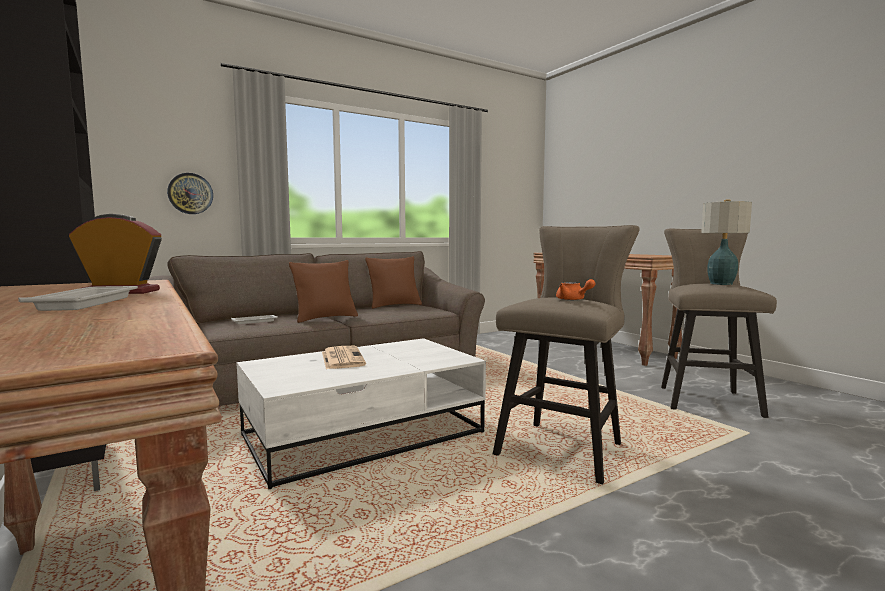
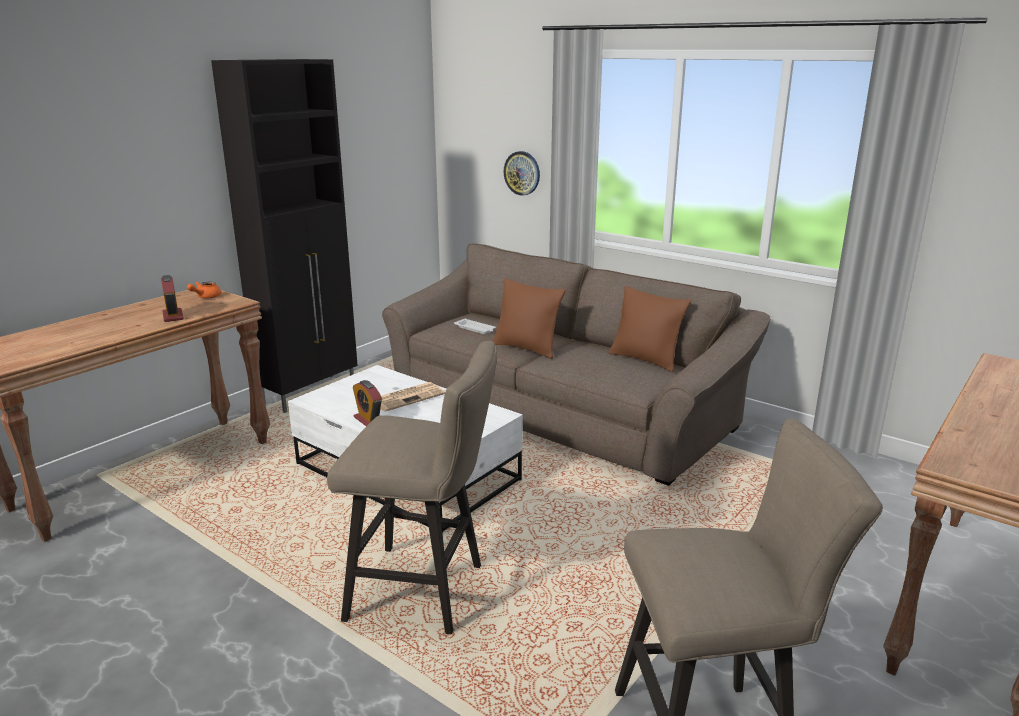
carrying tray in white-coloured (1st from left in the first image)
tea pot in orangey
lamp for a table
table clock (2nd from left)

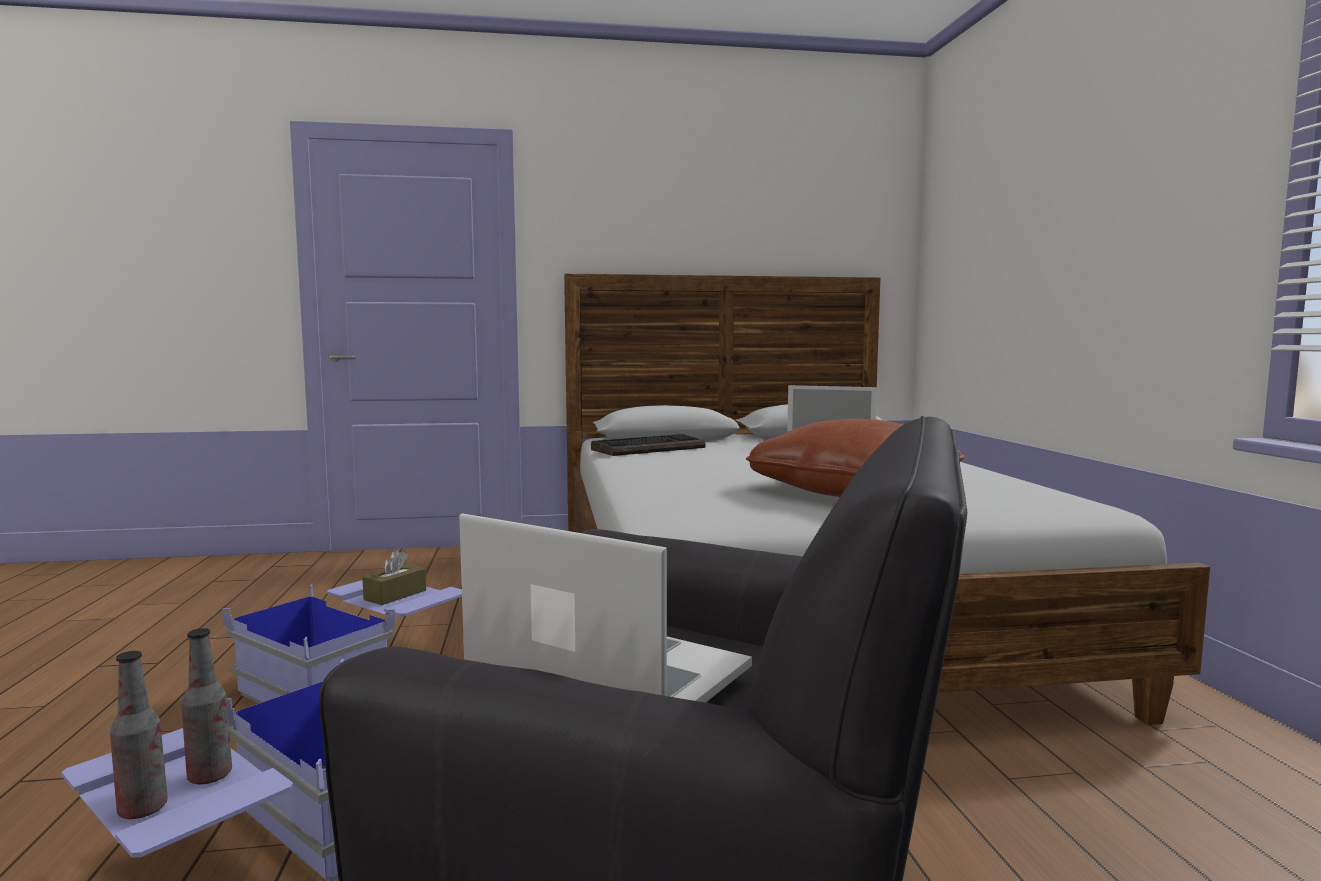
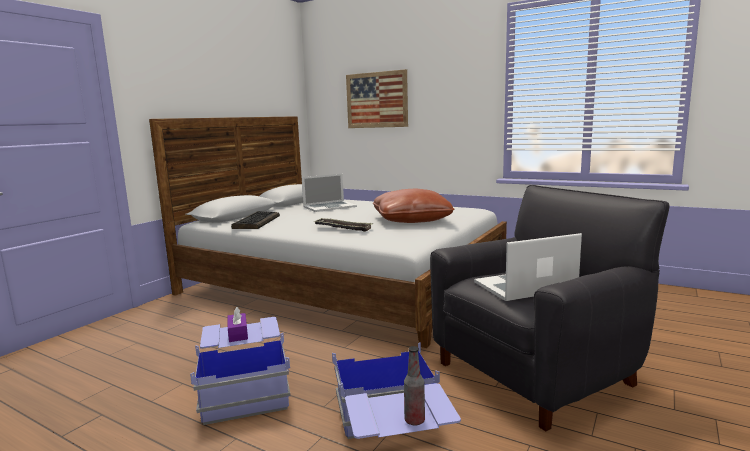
drink bottle (2nd from left in the first image)
box of tissues in purplish
carrying tray
wall picture

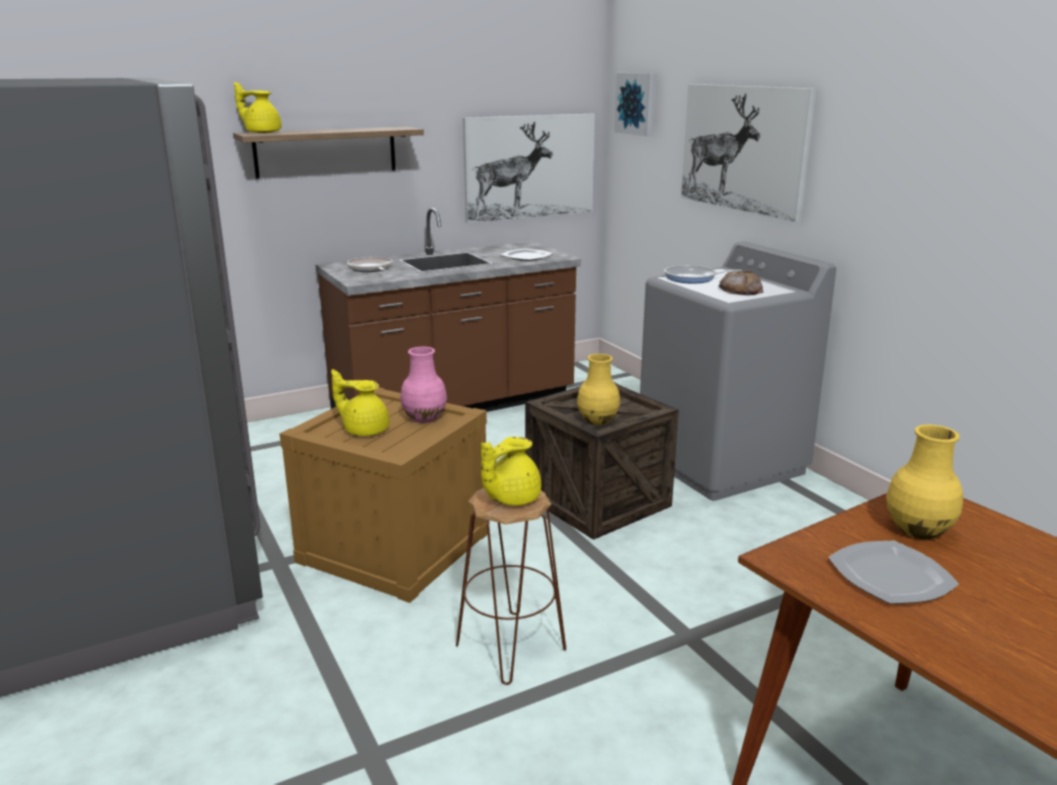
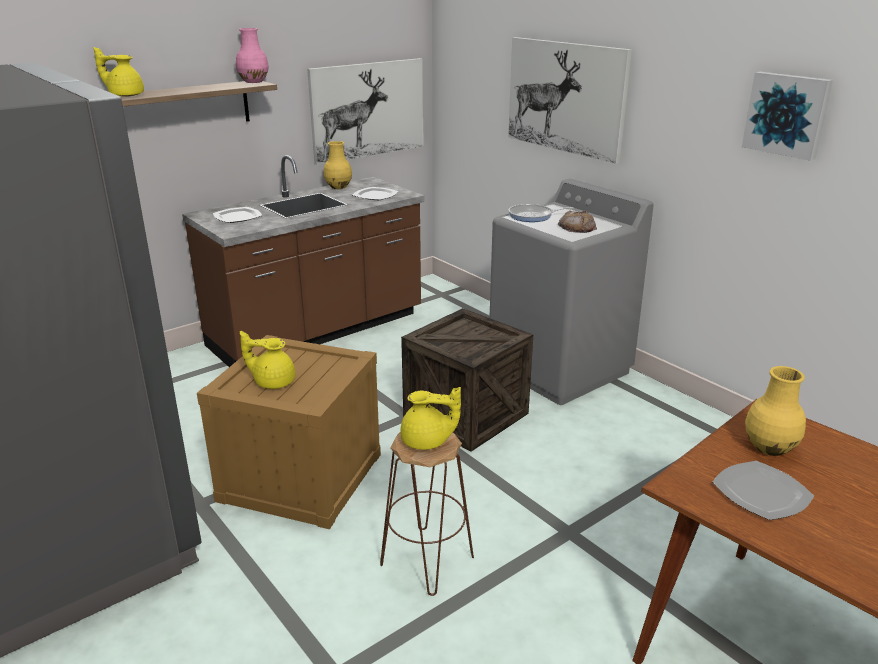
dinner plate (1st from left)
decorative vase in pink
tea pot in yellow-coloured (3rd from left)
decorative vase in yellow-coloured (1st from left)
wall picture (3rd from left)

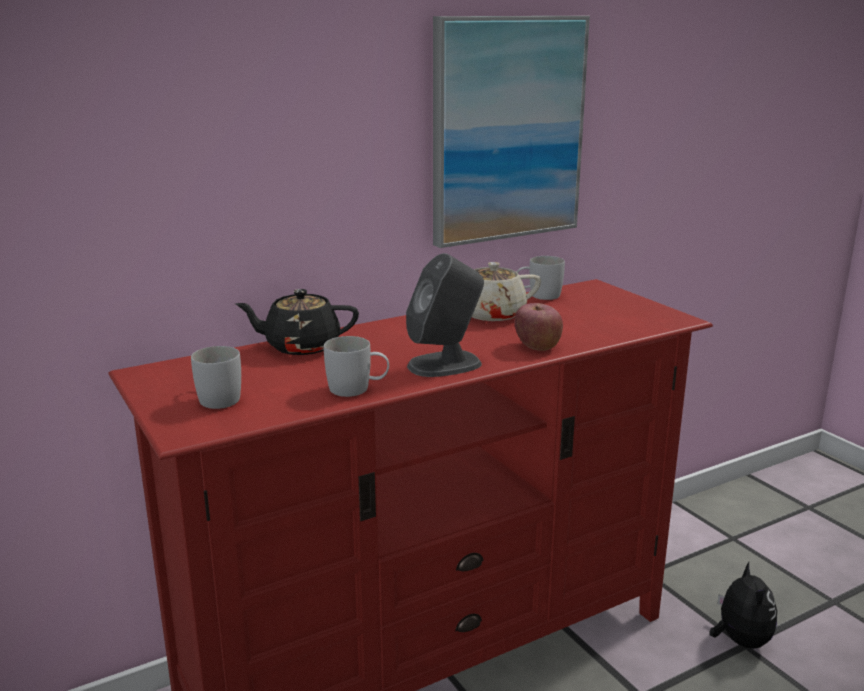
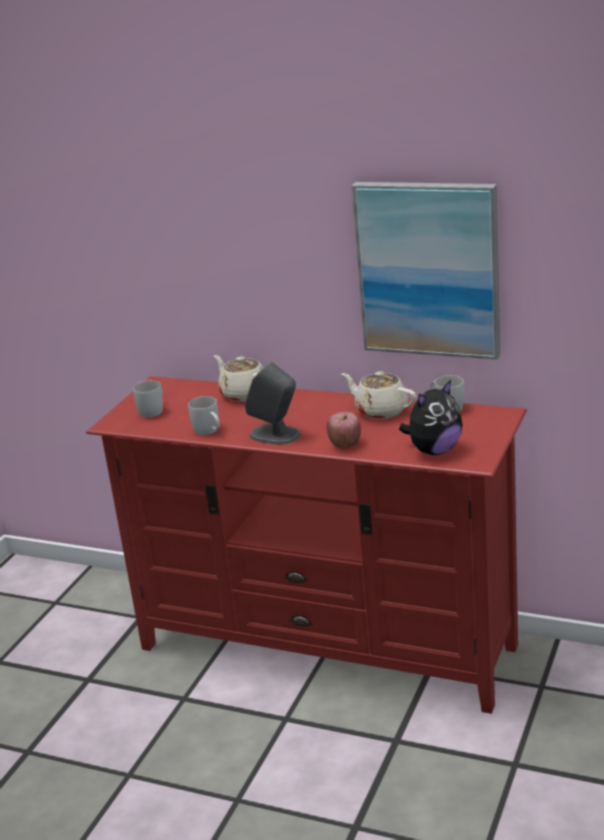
tea pot in beige (1st from left)
cuddly toy

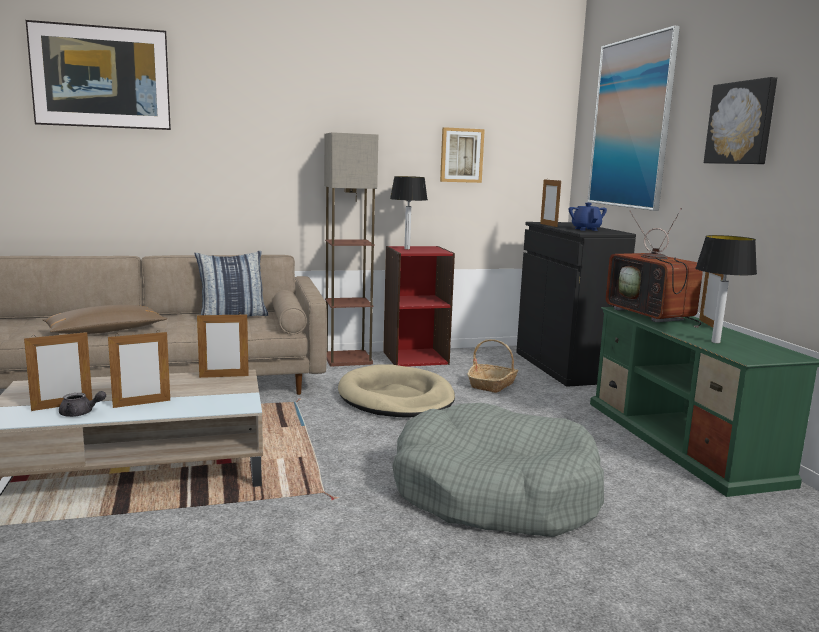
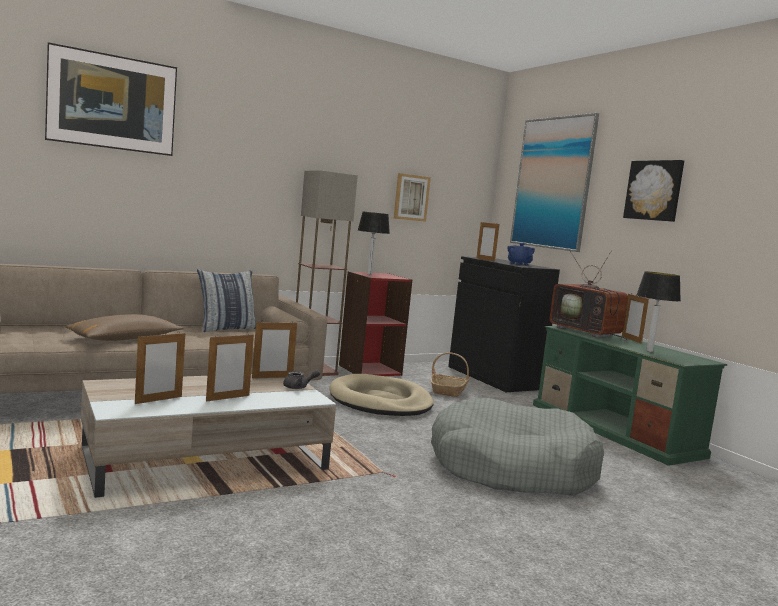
tea pot in gray

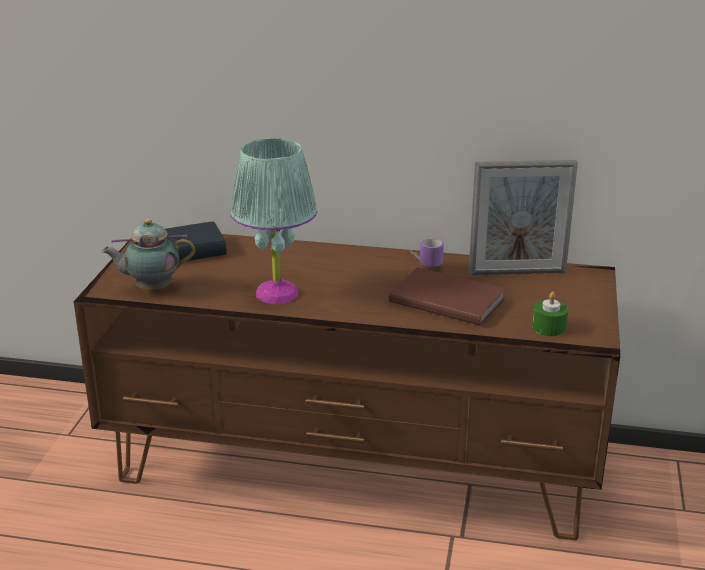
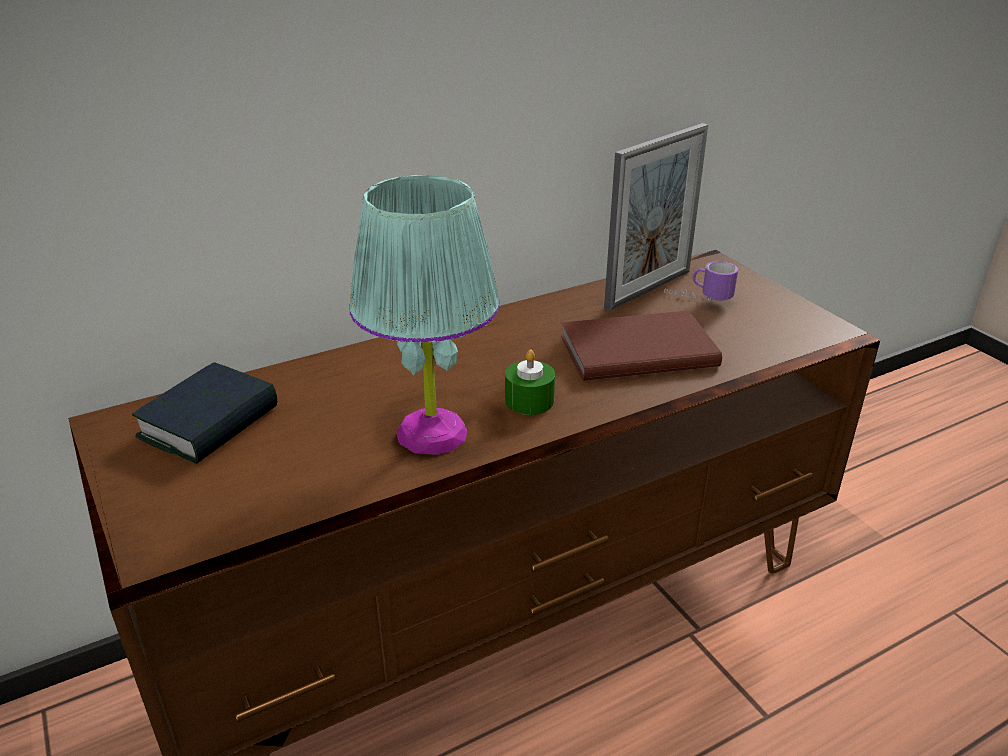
tea pot
tea mug
candle in green

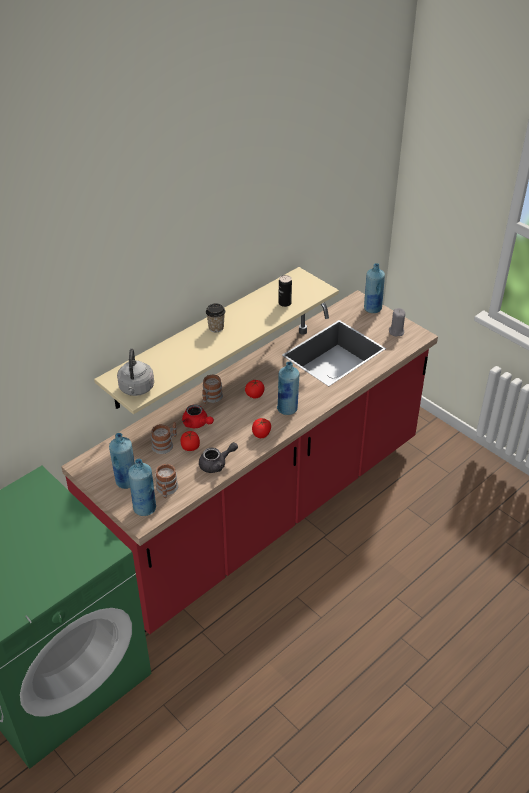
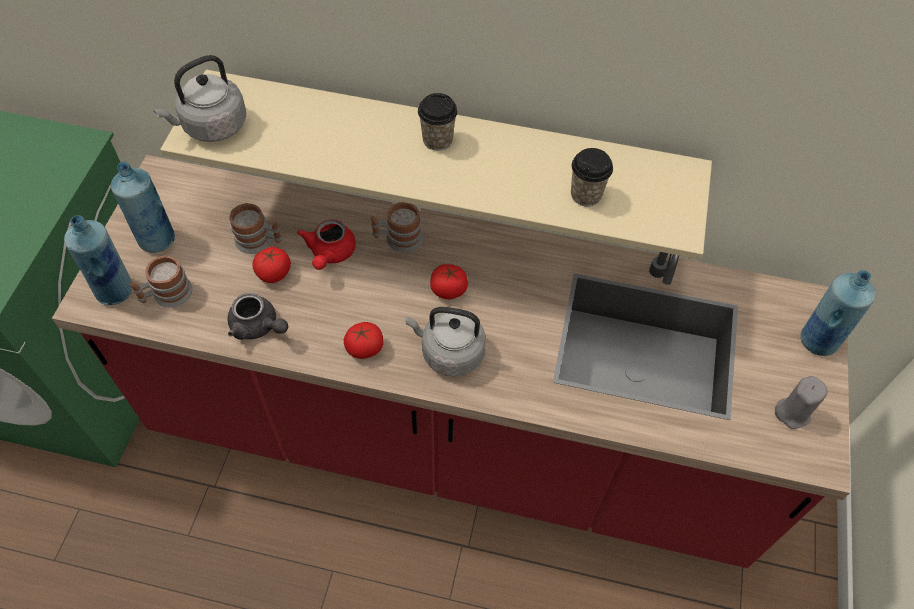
water kettle in gray (2nd from left)
drinking cup (2nd from left)

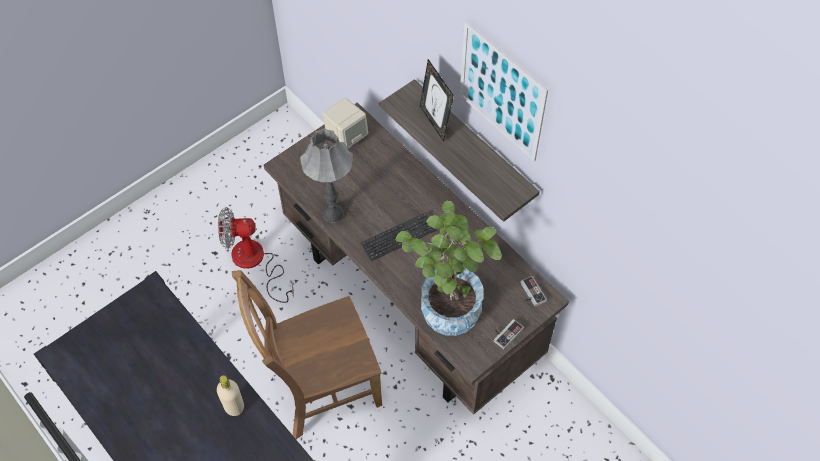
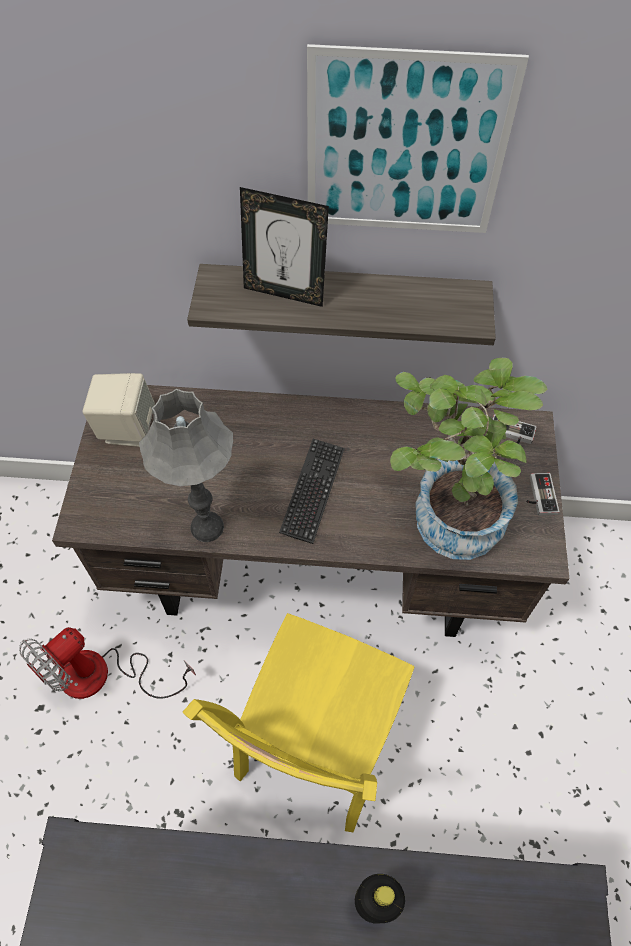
drink bottle in blackish
chair in yellow-coloured

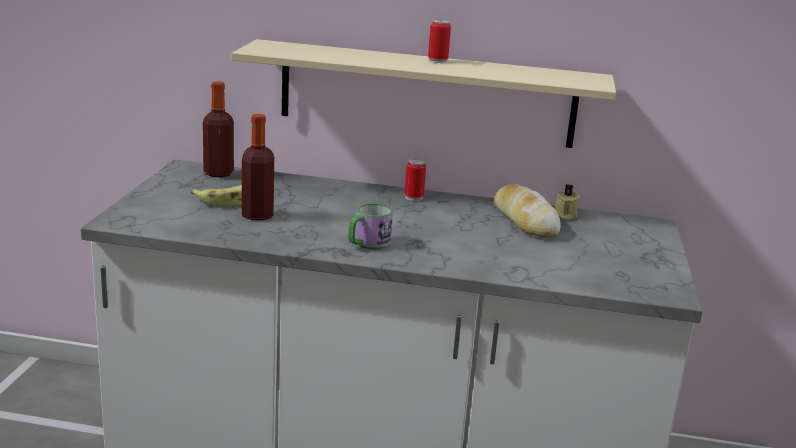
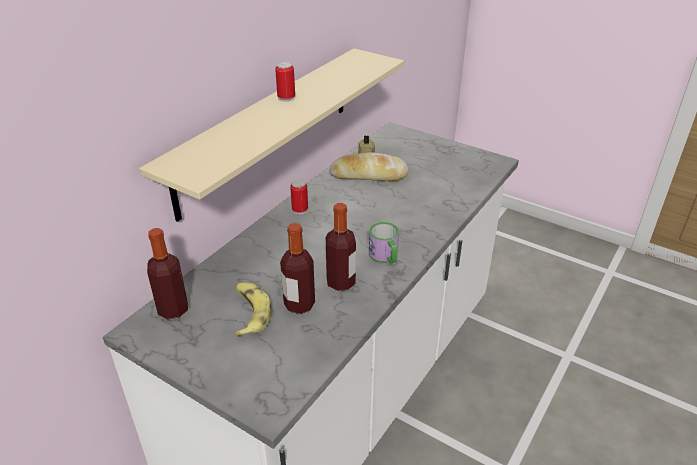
drink bottle (3rd from left)

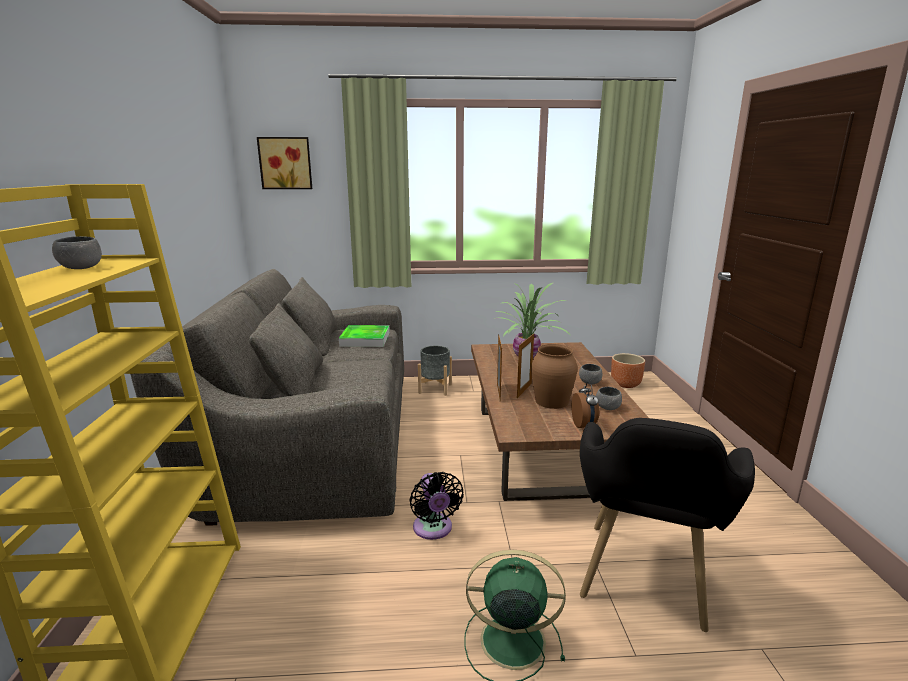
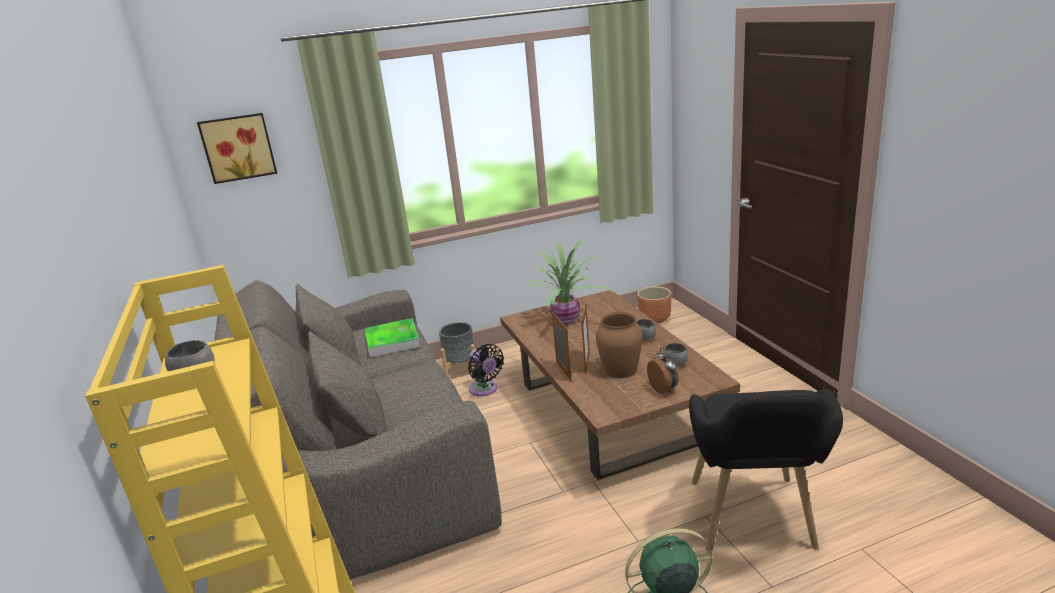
fan in blackish

